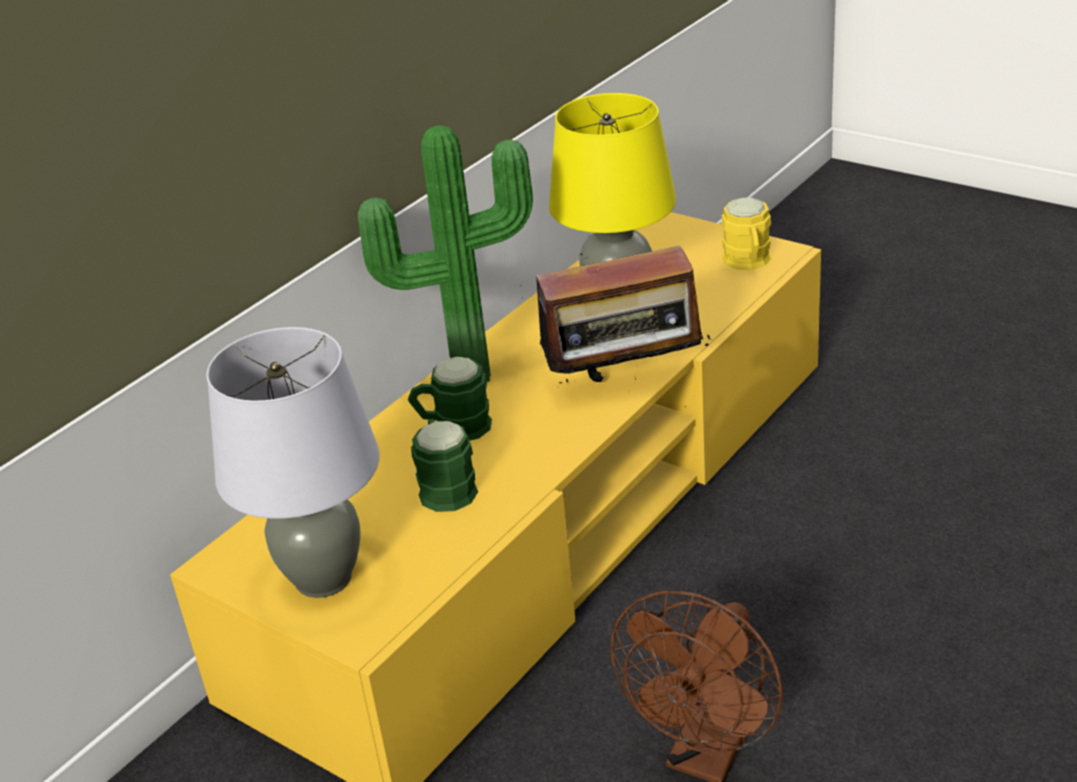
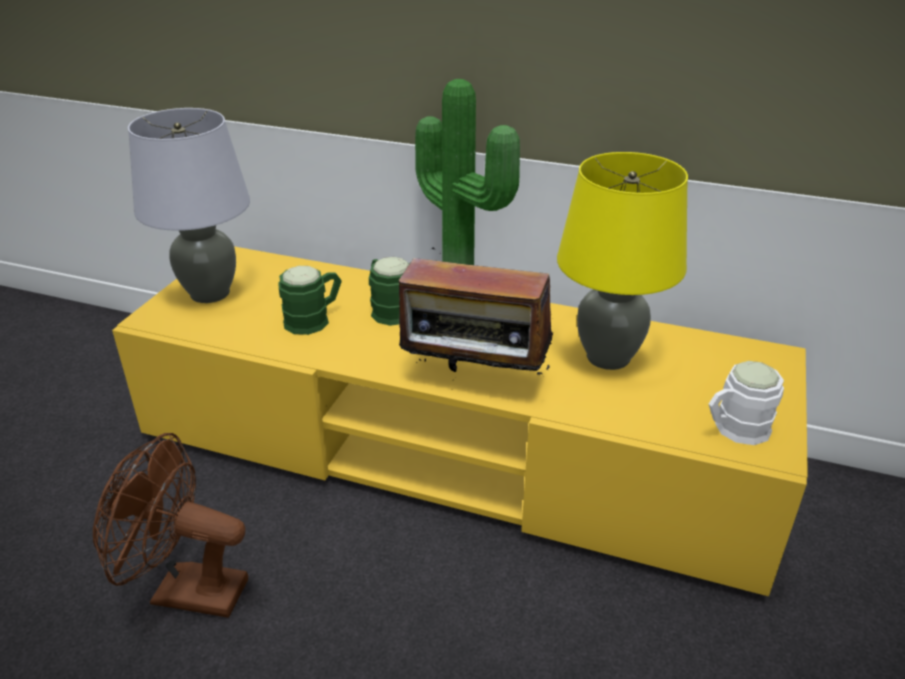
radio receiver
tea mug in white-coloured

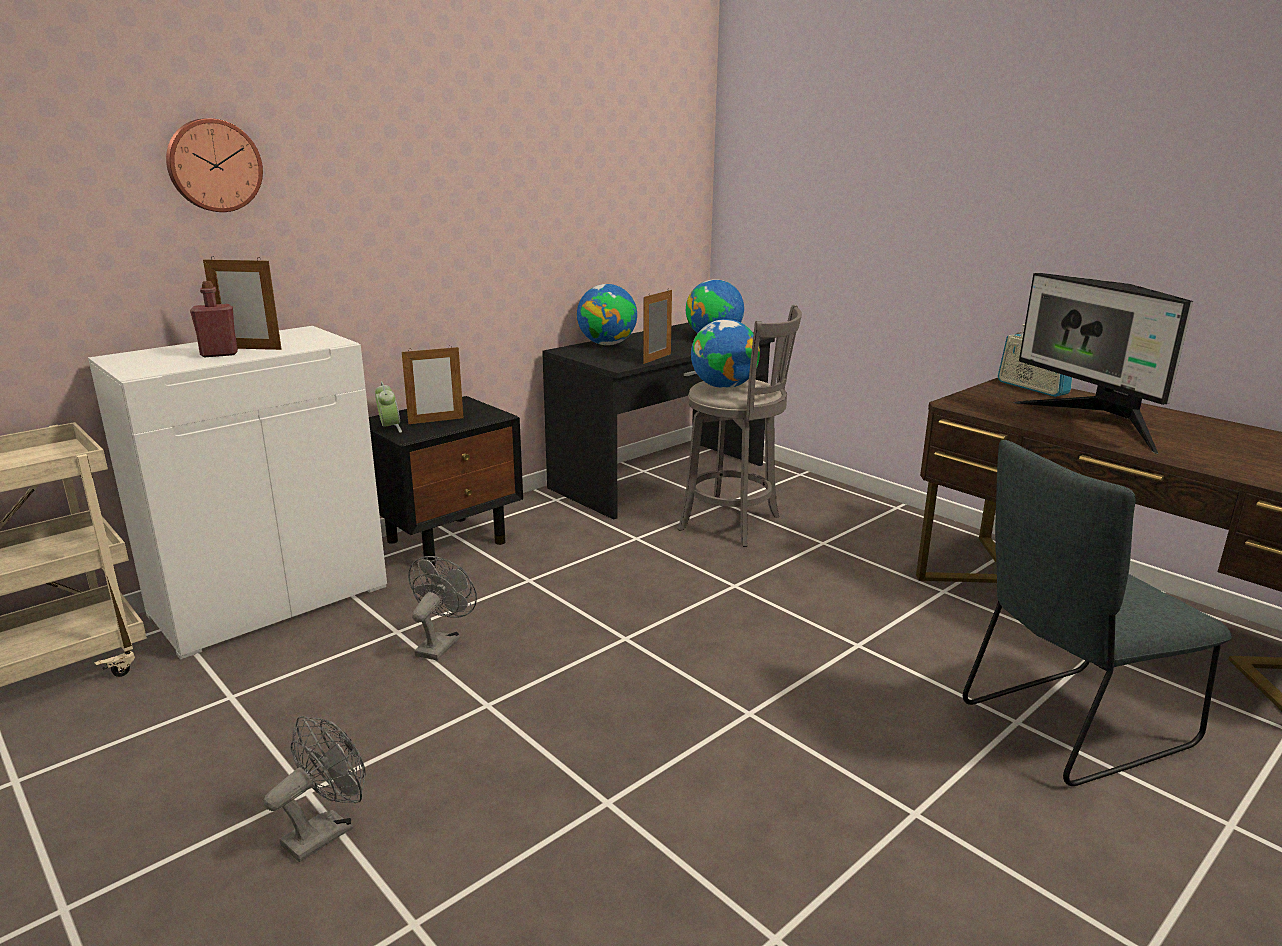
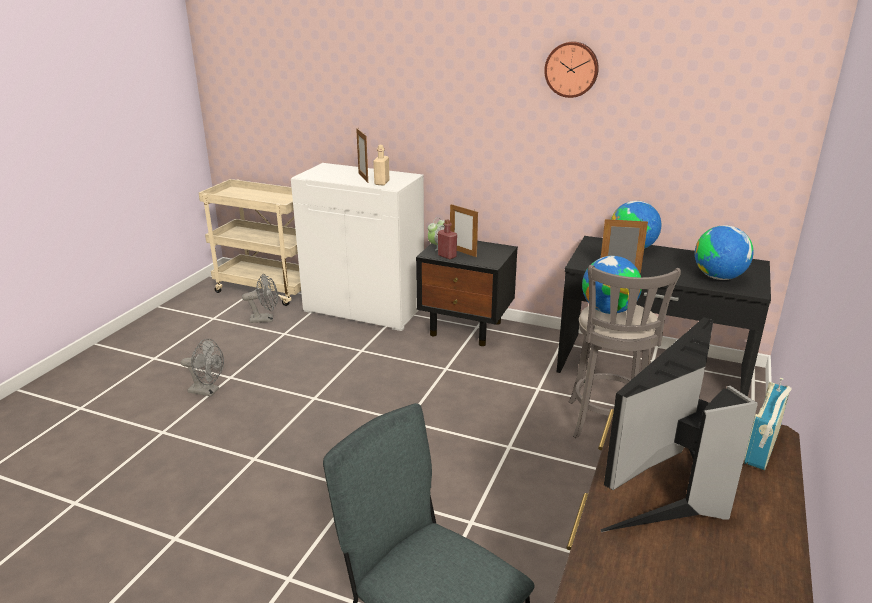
wall clock
drink bottle in red-coloured
fan in gray (2nd from left)
drink bottle in beige

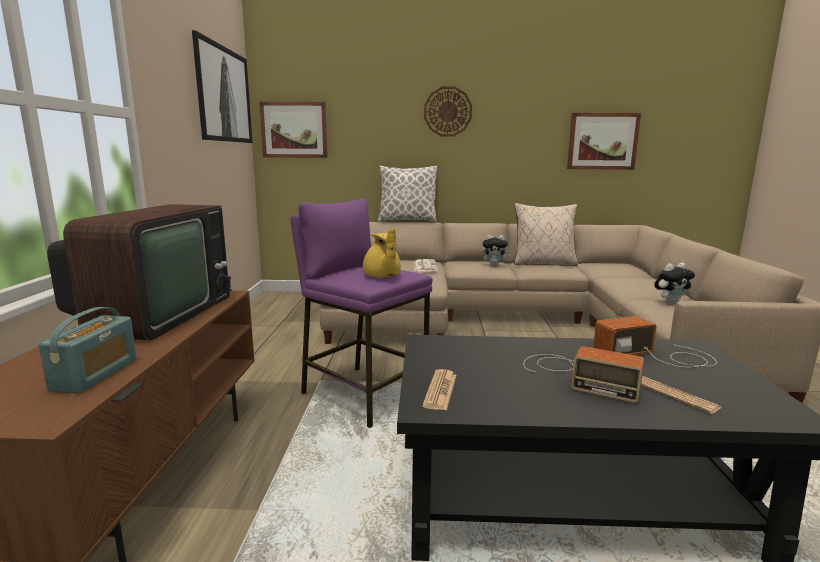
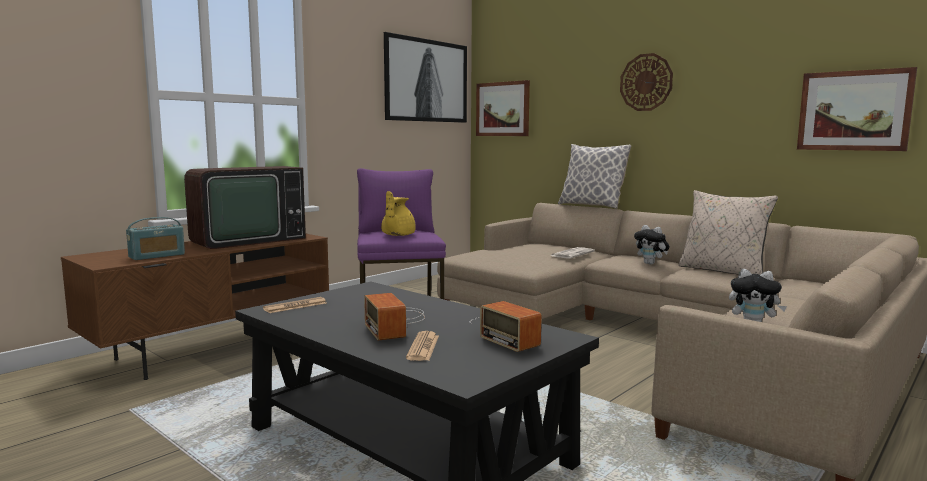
radio receiver (3rd from left)

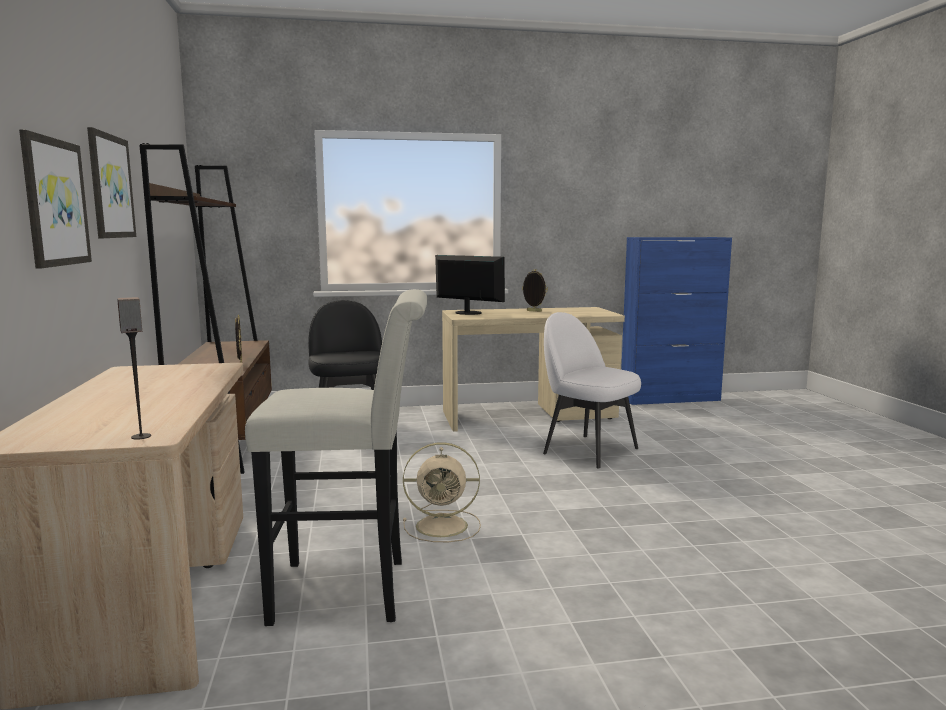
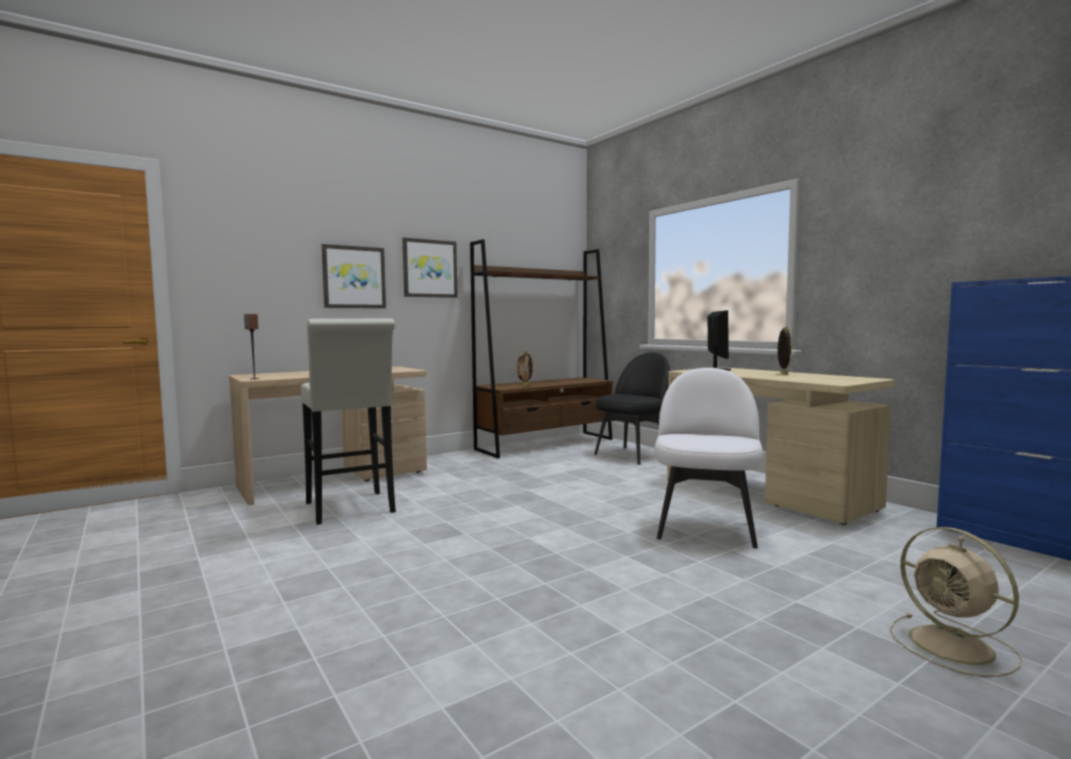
fan in beige

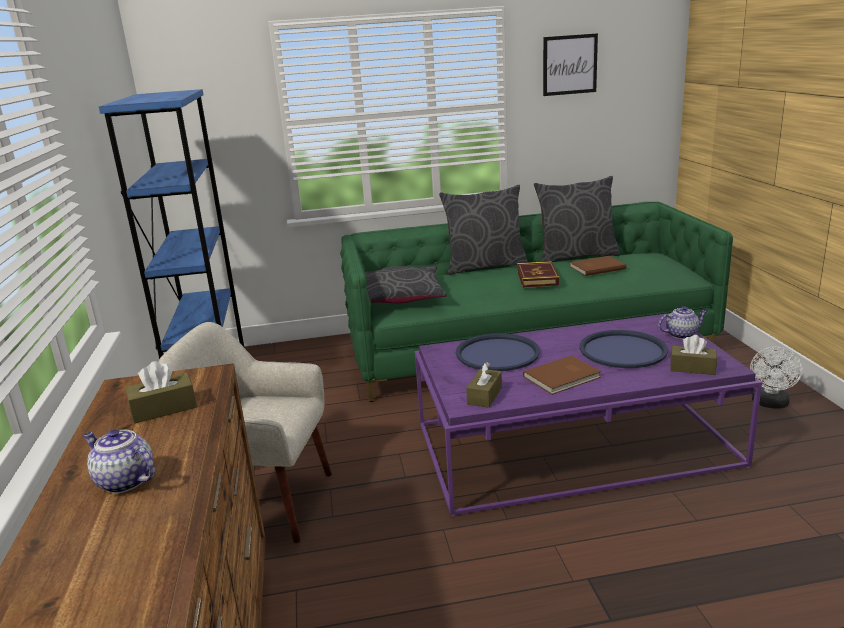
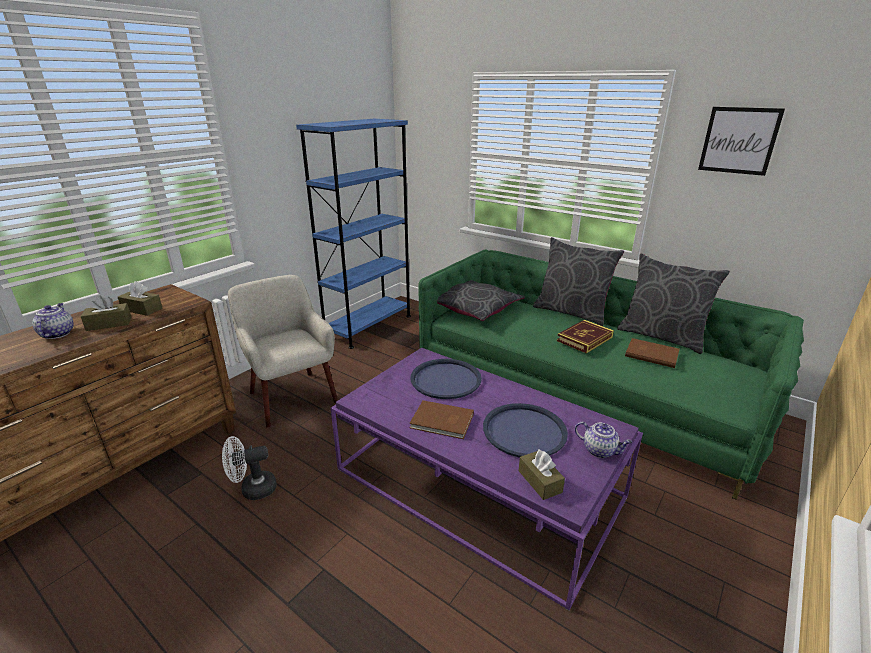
box of tissues in brown (1st from left)
fan in white-coloured

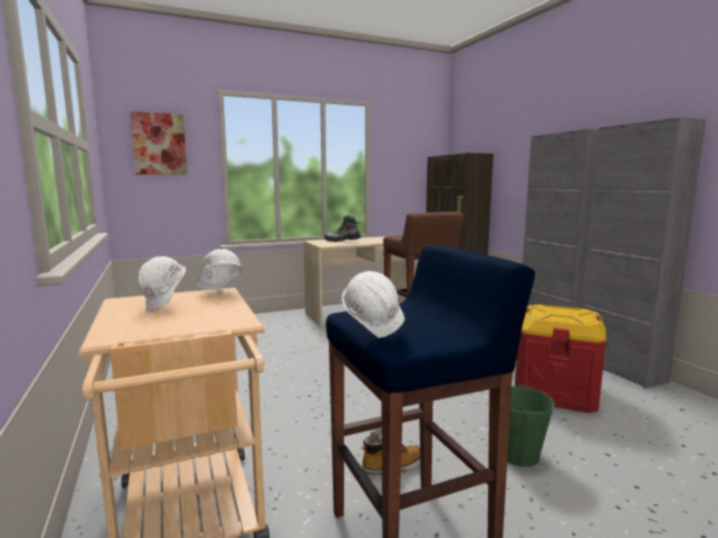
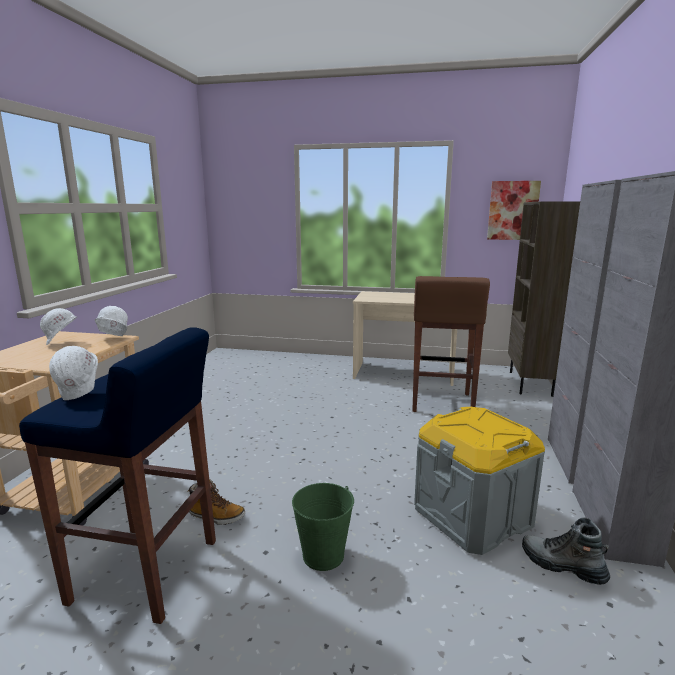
wall picture
high-top boot (2nd from left)
storage container in gray

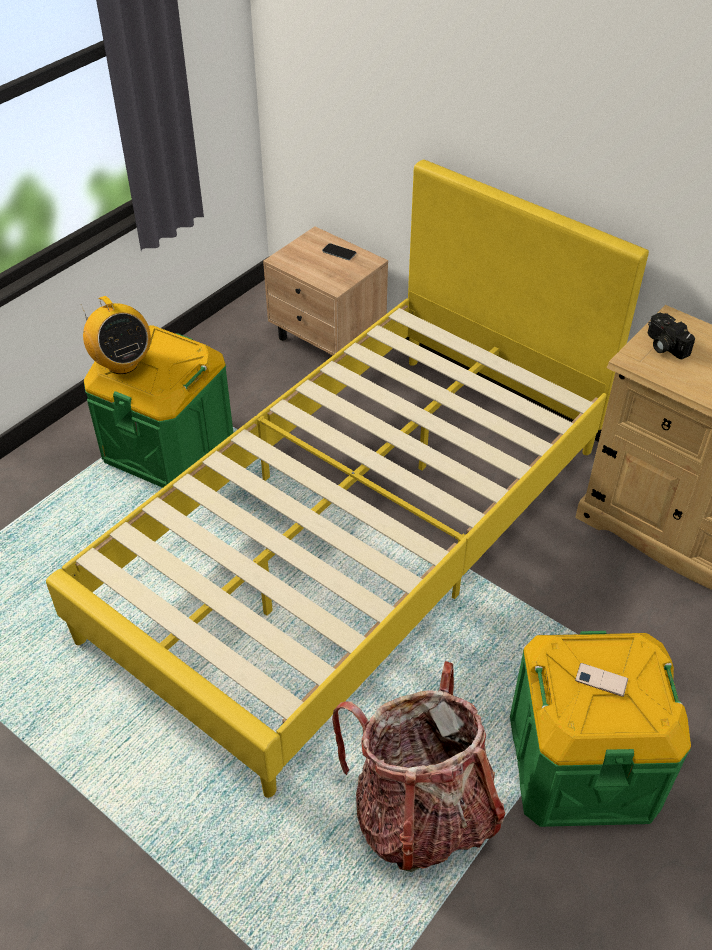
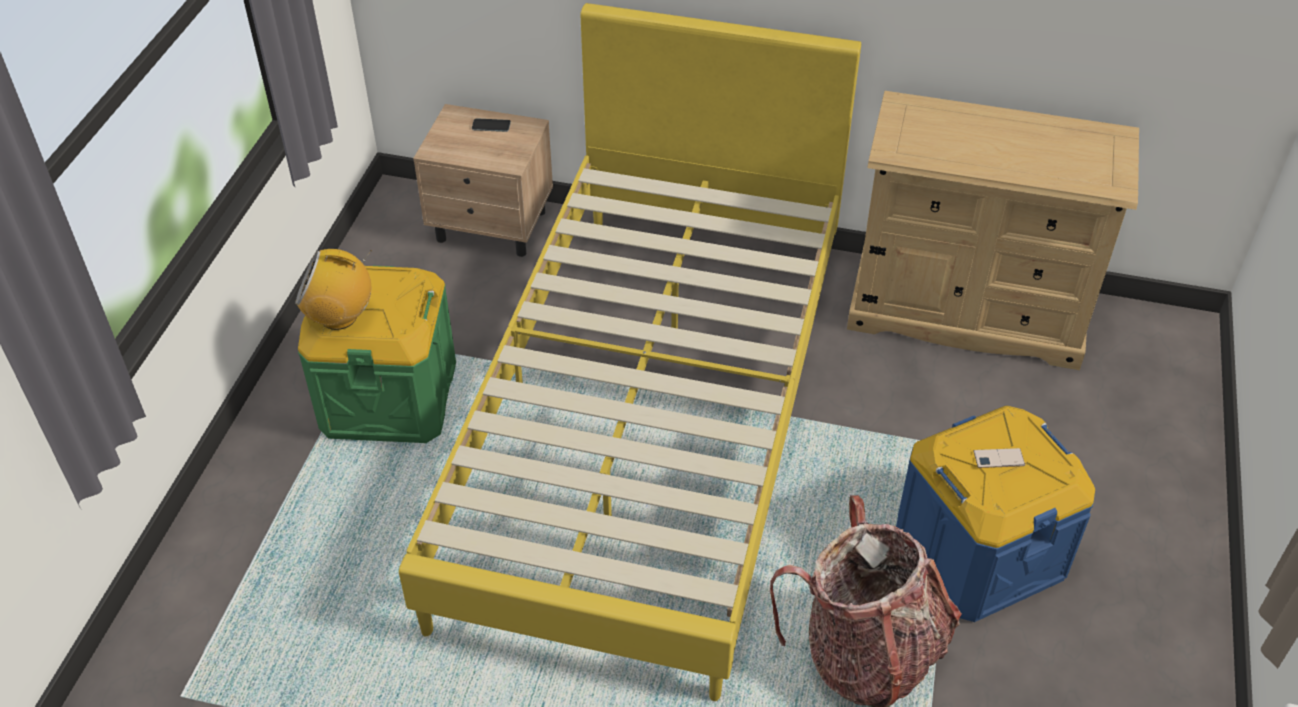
radio receiver
storage container in blue-coloured
still camera

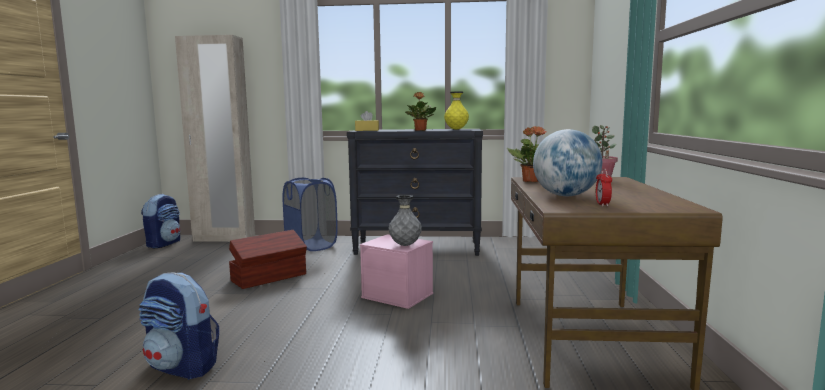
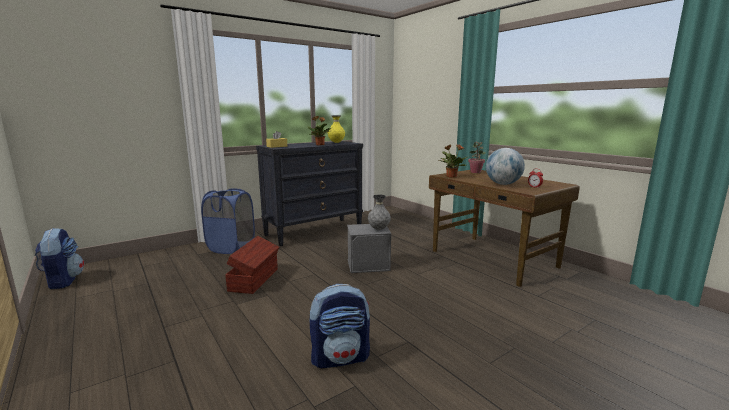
wardrobe in beige
storage container in gray

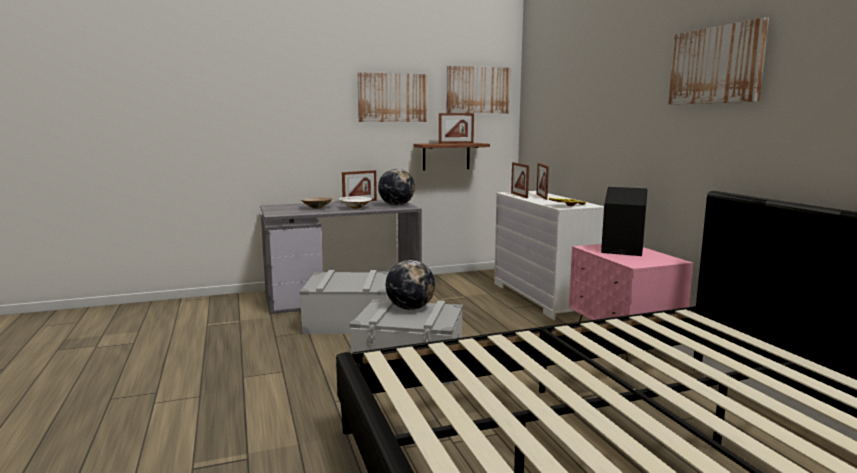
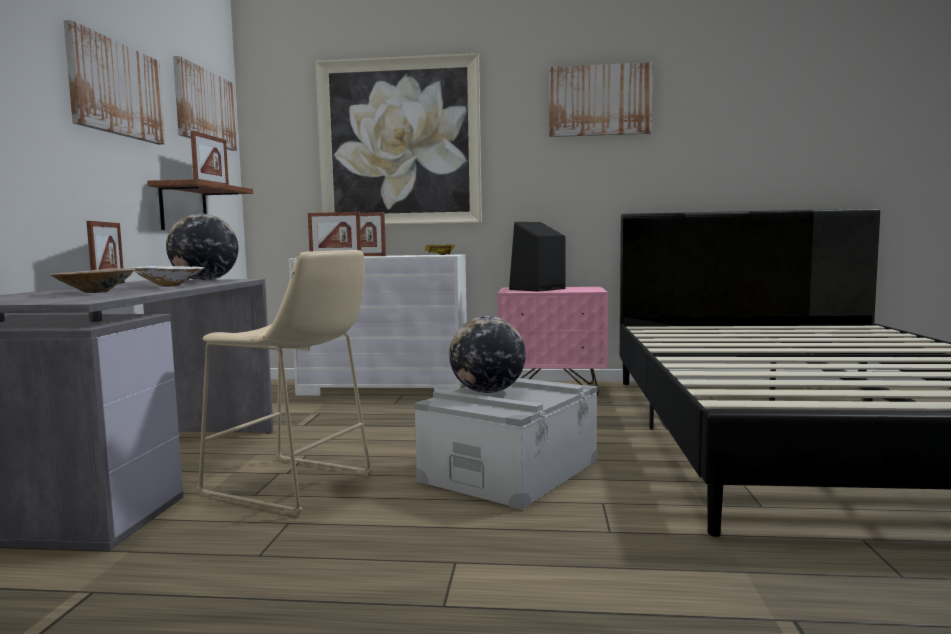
stool in beige
wall picture (3rd from left)

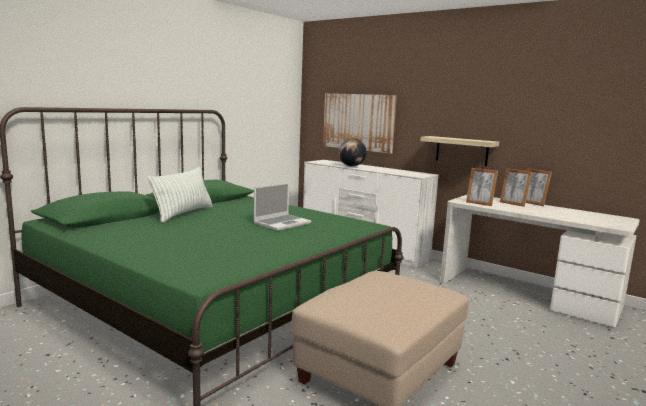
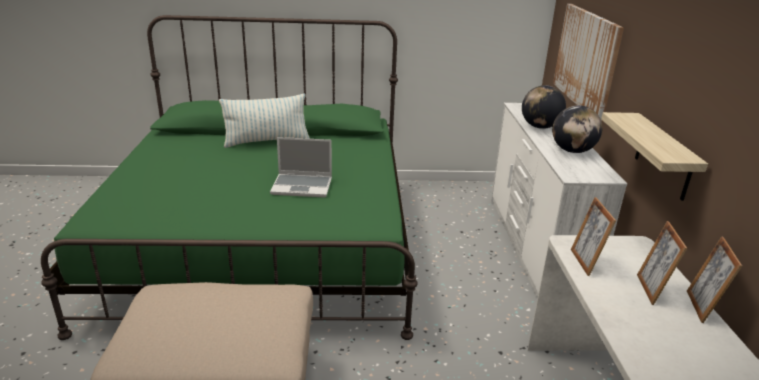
world globe (2nd from left)

